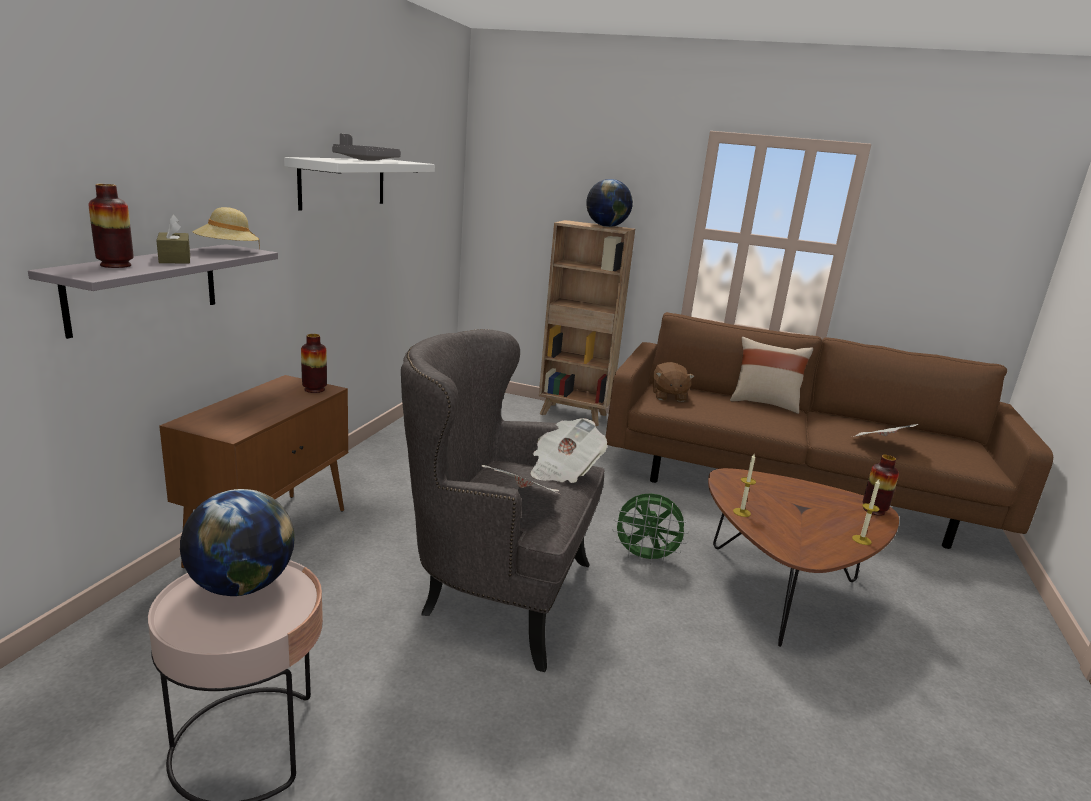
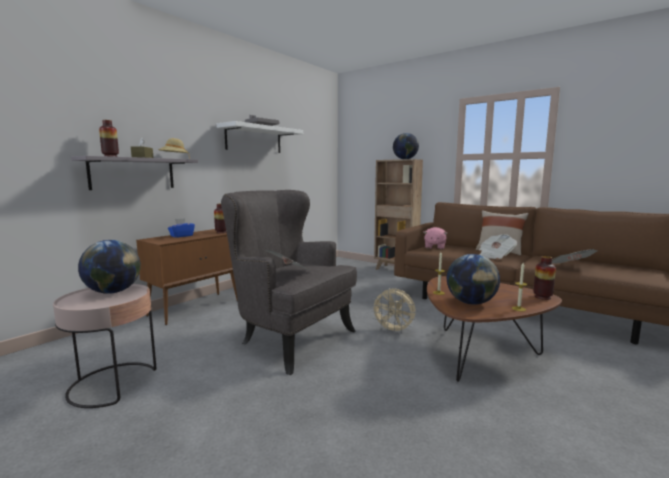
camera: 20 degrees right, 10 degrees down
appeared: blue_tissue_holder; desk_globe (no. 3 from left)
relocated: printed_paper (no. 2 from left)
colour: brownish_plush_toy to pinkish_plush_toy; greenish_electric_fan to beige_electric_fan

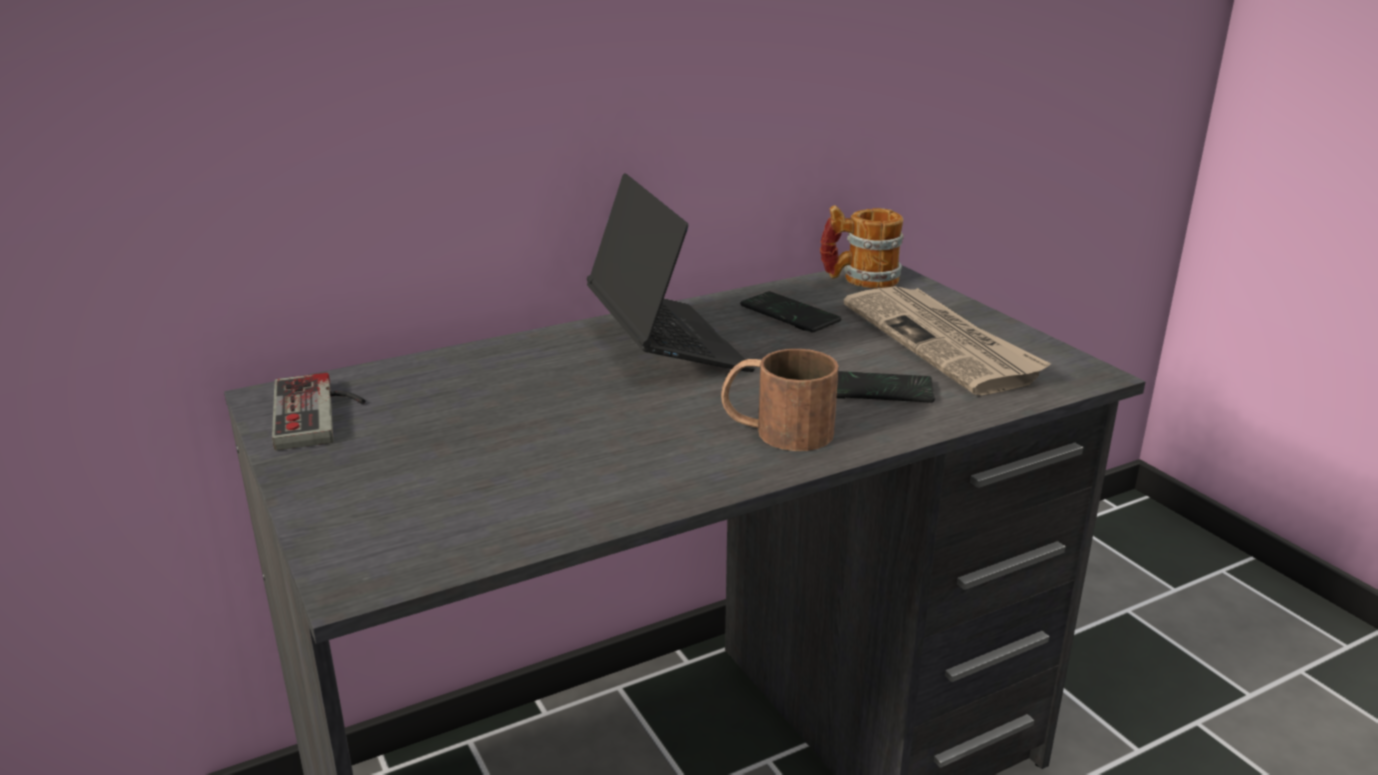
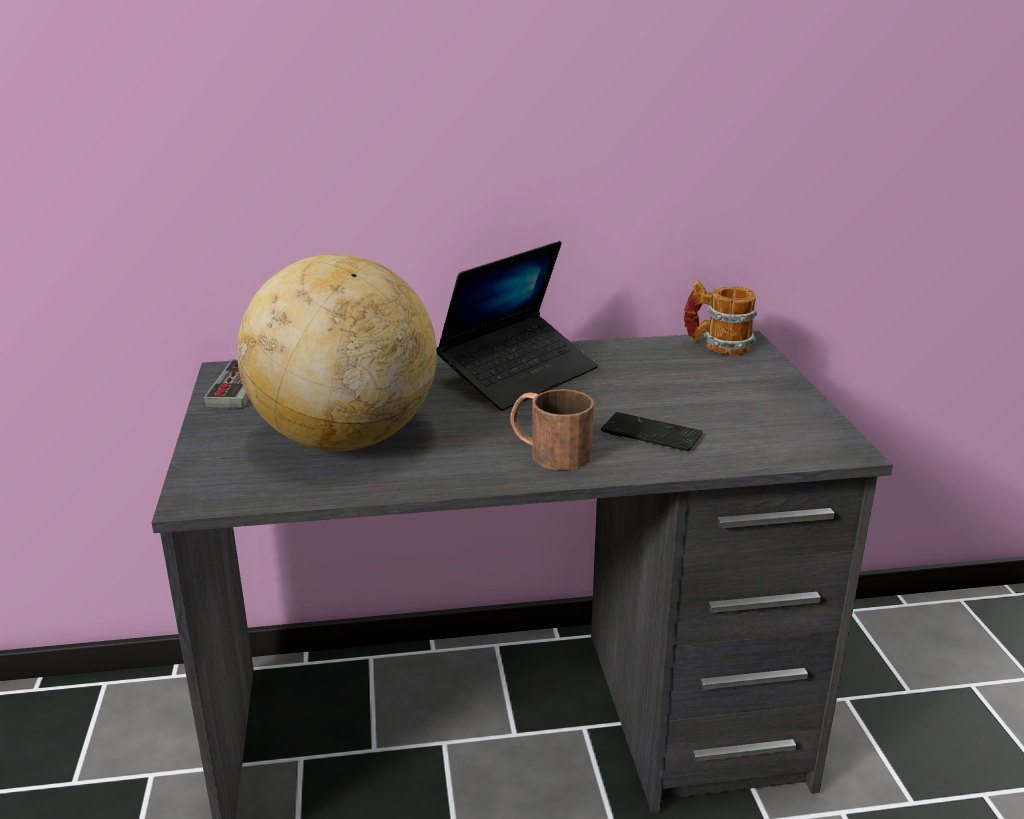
camera: 20 degrees right, 0 degrees up
missing: printed_paper; telephone (no. 1 from left)
appeared: desk_globe
spun: laptop 45 degrees clockwise

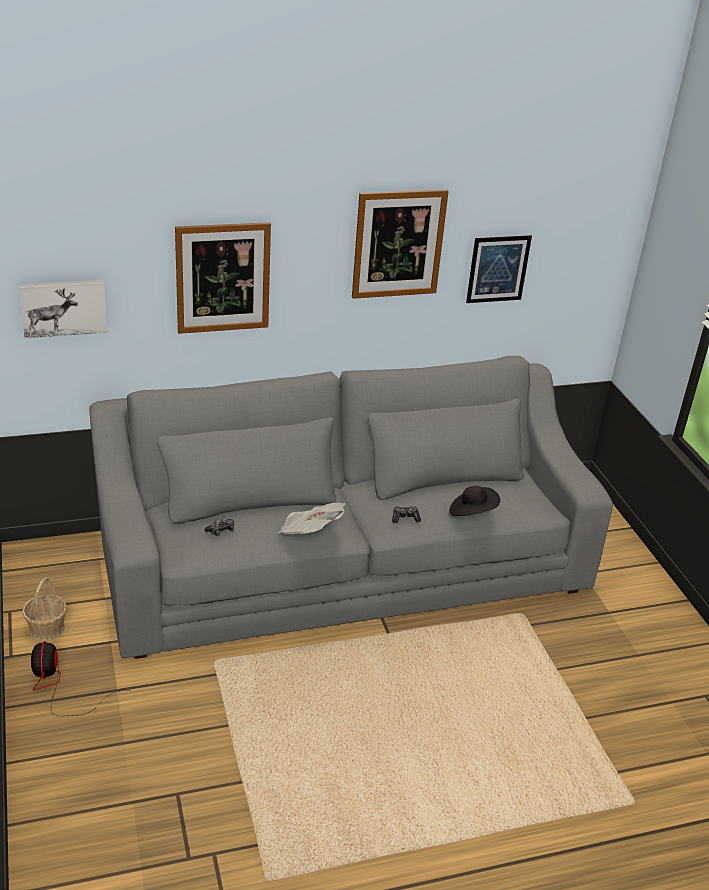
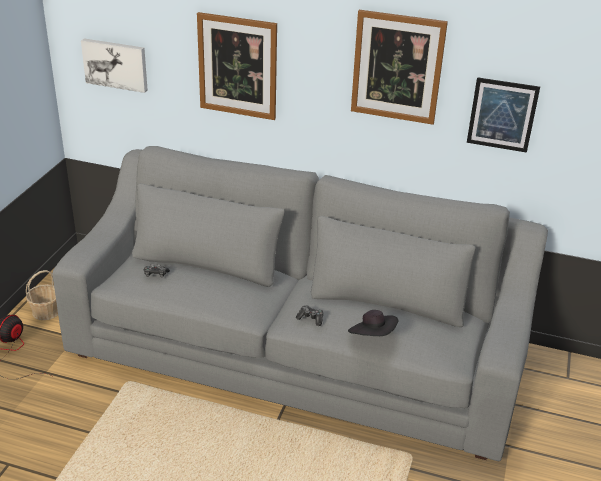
camera: 35 degrees right, 0 degrees up
missing: printed_paper

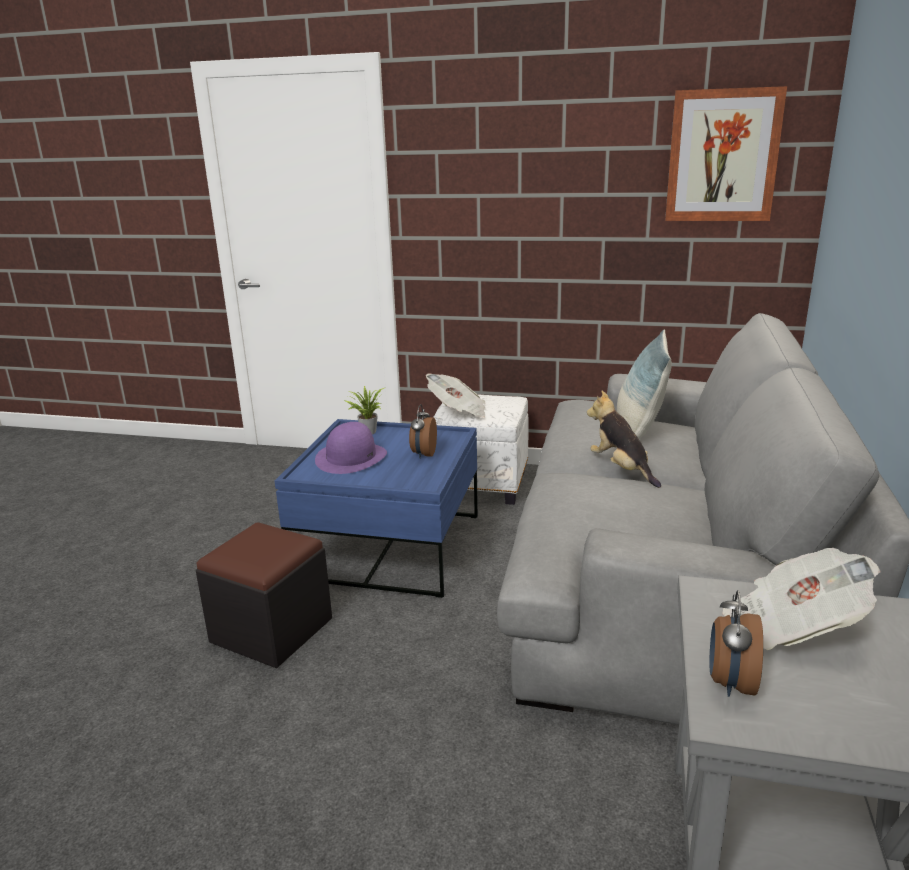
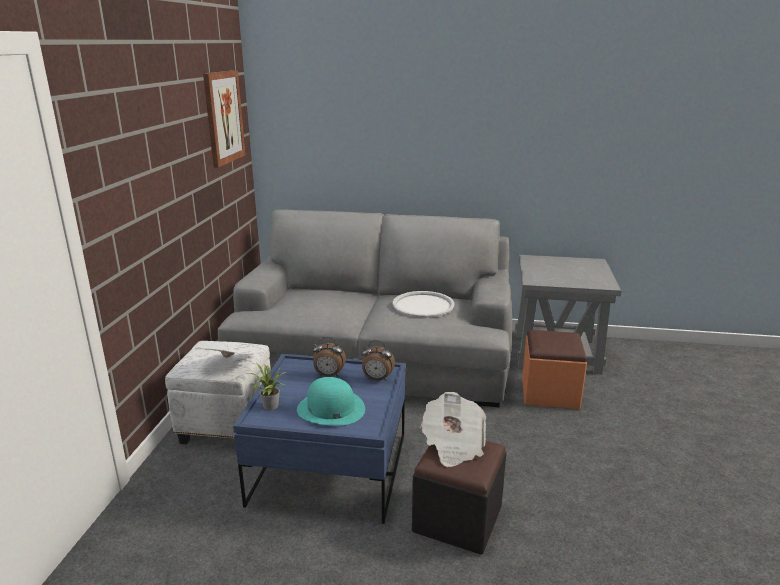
camera: 95 degrees left, 0 degrees up
missing: pillow; plush_toy
appeared: white-coloured_carrying_tray; orange_footrest
relocated: printed_paper (no. 2 from left); alarm_clock (no. 2 from left)
colour: purplish_hat to turquoise-coloured_hat

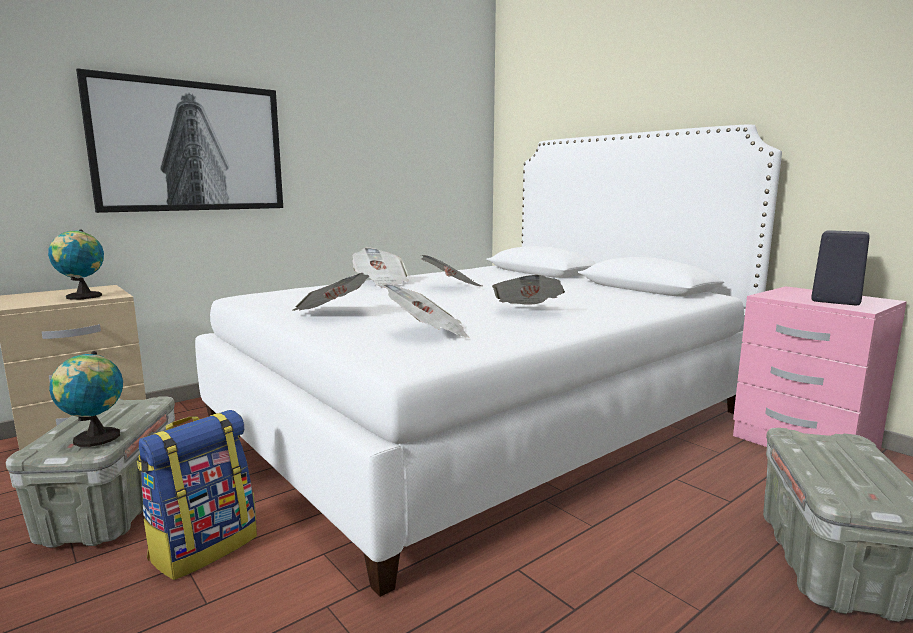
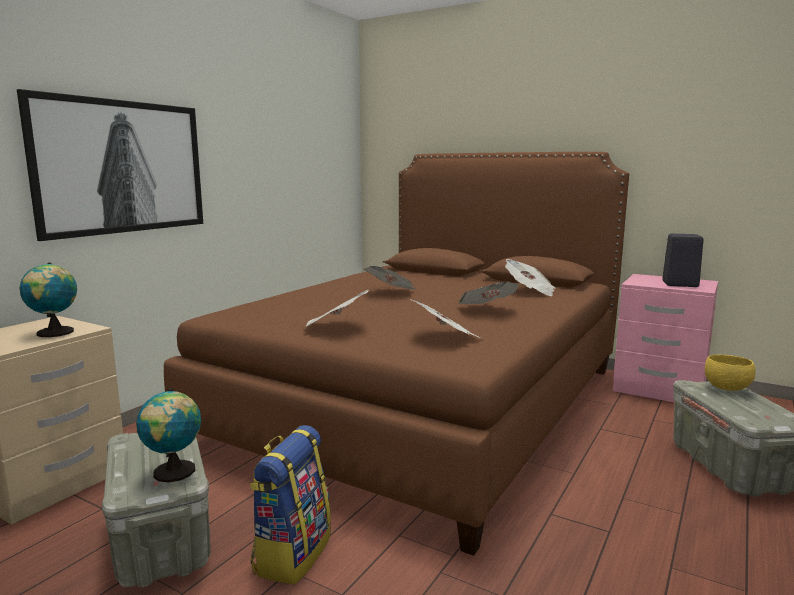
camera: 20 degrees left, 0 degrees up
appeared: yellow_bowl
relocated: printed_paper (no. 2 from left in the first image) to printed_paper (no. 5 from left)
colour: white-coloured_sleeping_bed to brownish_sleeping_bed

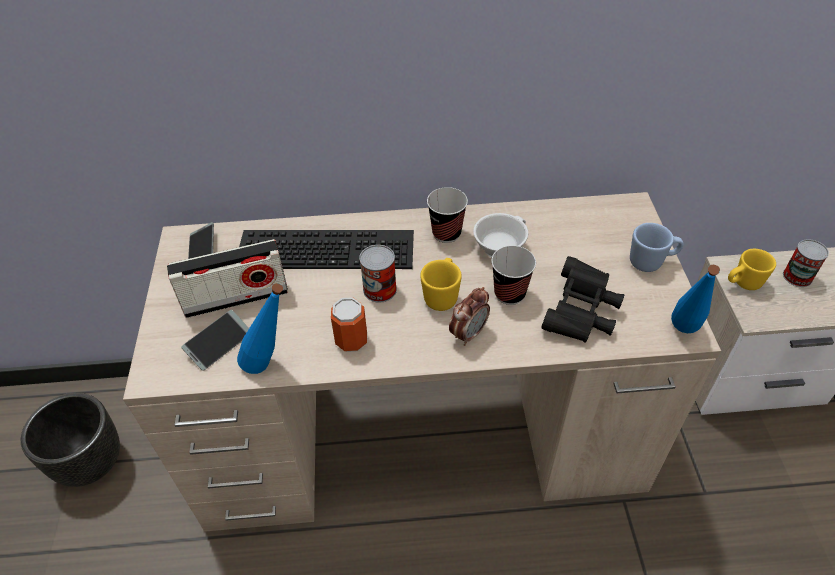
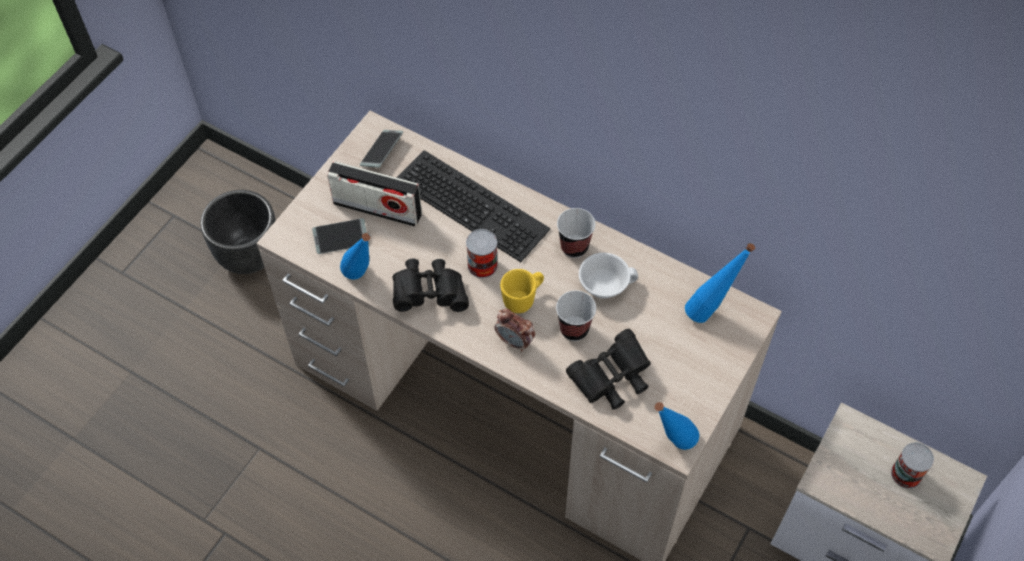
camera: 35 degrees right, 10 degrees up
missing: blue_tea_mug; yellow_tea_mug (no. 2 from left)
appeared: blue_beverage_bottle (no. 3 from left)
exchanged: metal_can (no. 1 from left) to blackish_field_glasses (no. 1 from left)
spun: alarm_clock 45 degrees clockwise

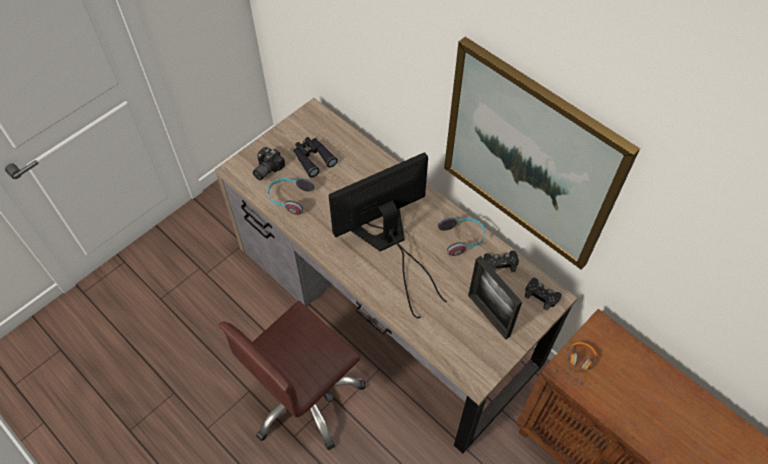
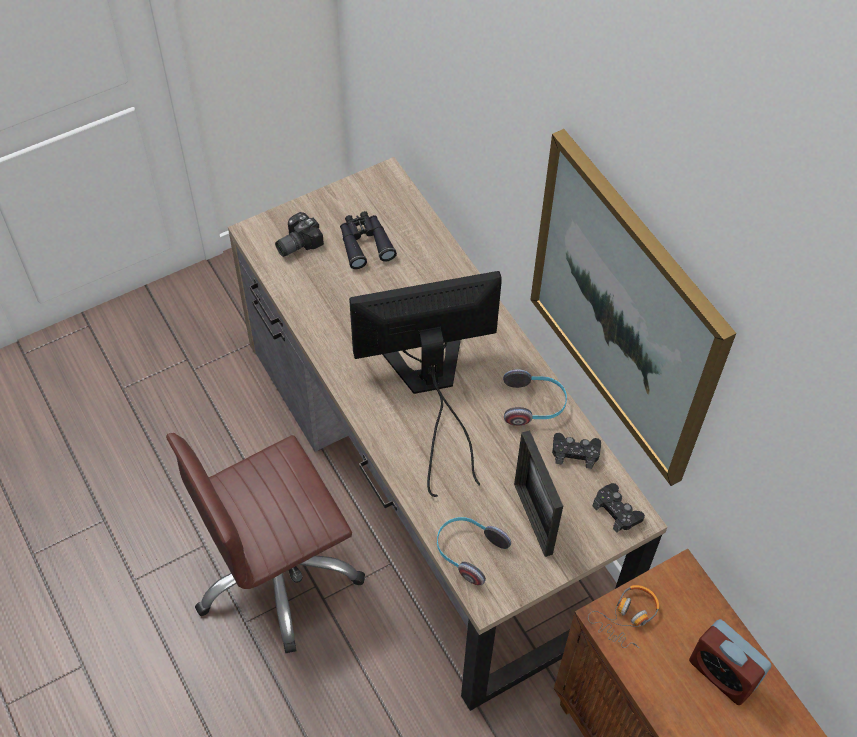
camera: 15 degrees right, 0 degrees up
appeared: alarm_clock
relocated: pair_of_headphones (no. 1 from left)

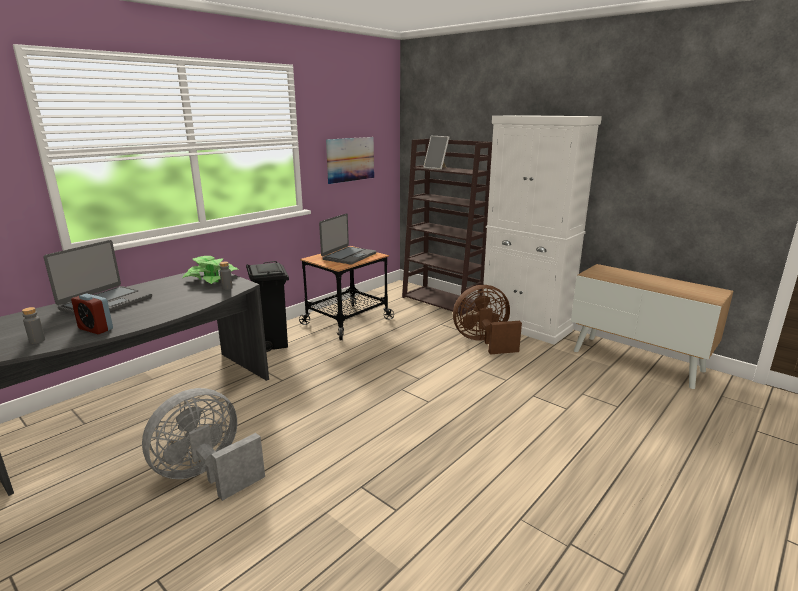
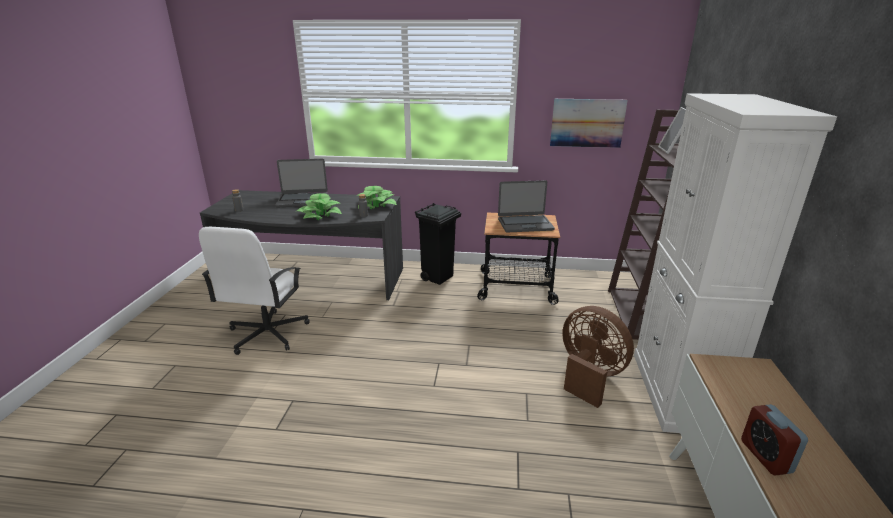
camera: 55 degrees right, 5 degrees up
appeared: plant_in_a_pot (no. 1 from left)
relocated: alarm_clock
exchanged: gray_electric_fan to white-coloured_desk_chair

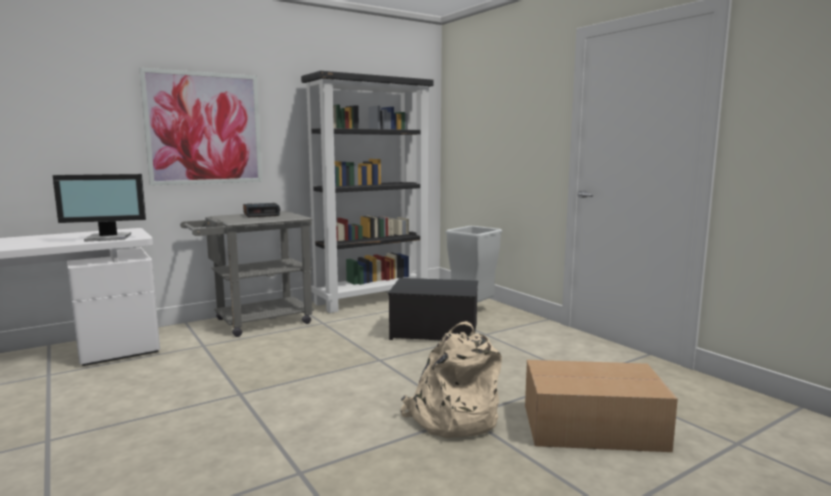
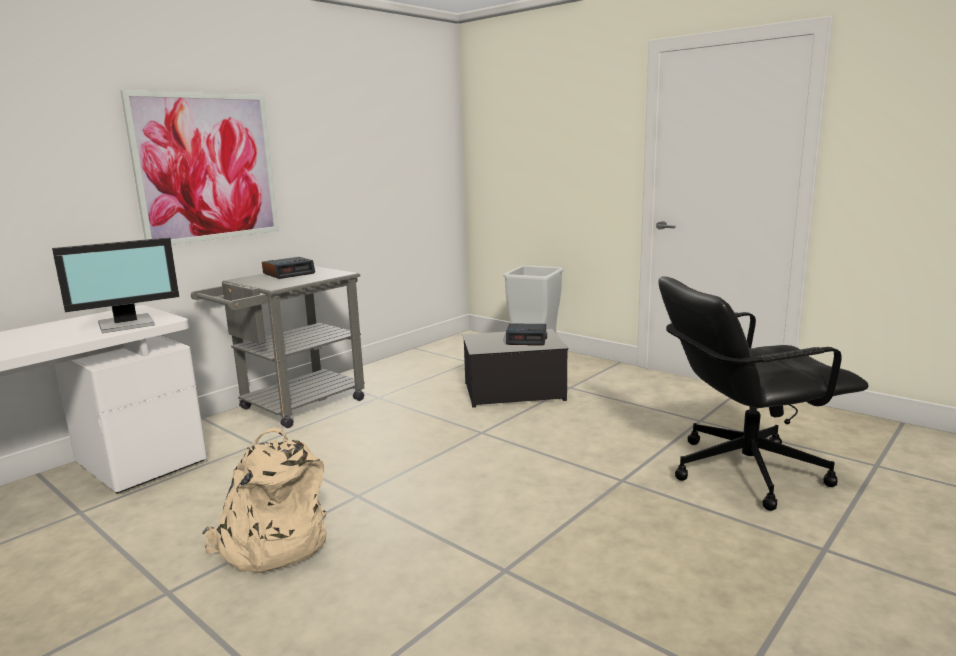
camera: 15 degrees left, 5 degrees up
missing: blackish_bookshelf
appeared: alarm_clock (no. 2 from left)
relocated: beige_rucksack
exchanged: cardboard_box to blackish_desk_chair

